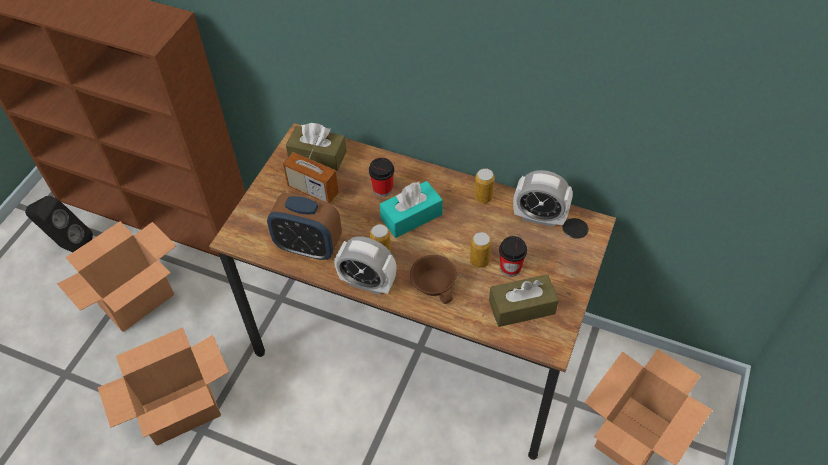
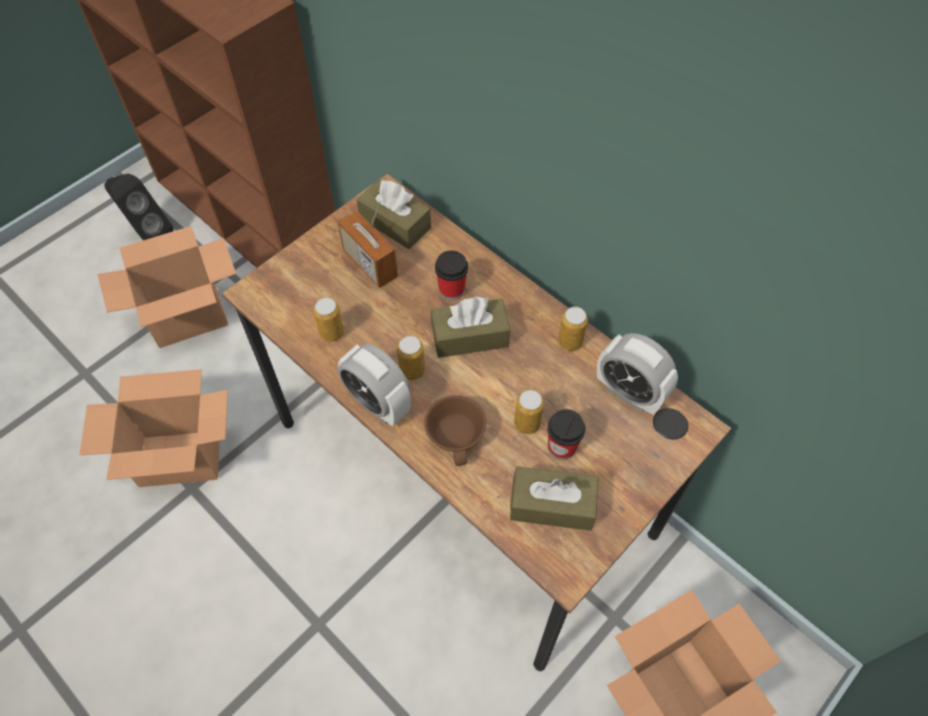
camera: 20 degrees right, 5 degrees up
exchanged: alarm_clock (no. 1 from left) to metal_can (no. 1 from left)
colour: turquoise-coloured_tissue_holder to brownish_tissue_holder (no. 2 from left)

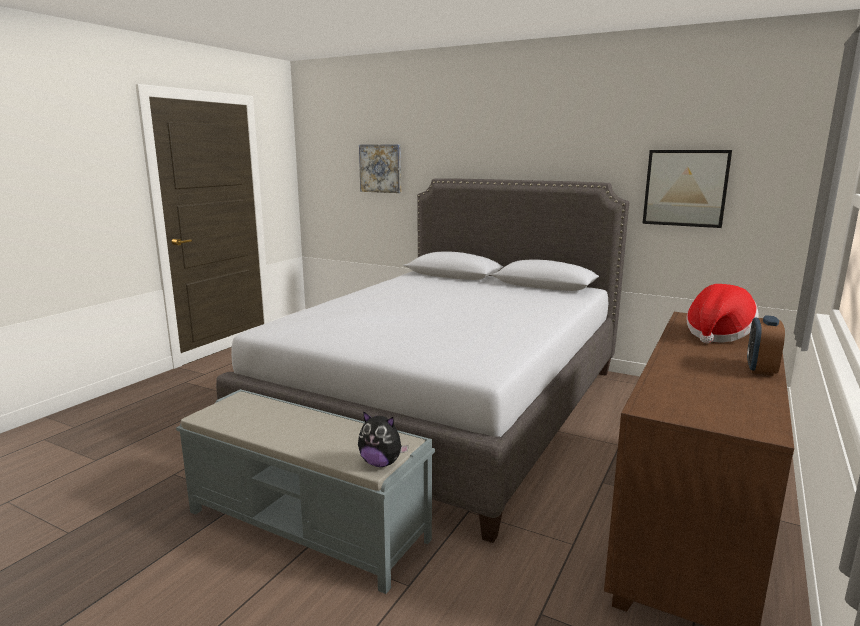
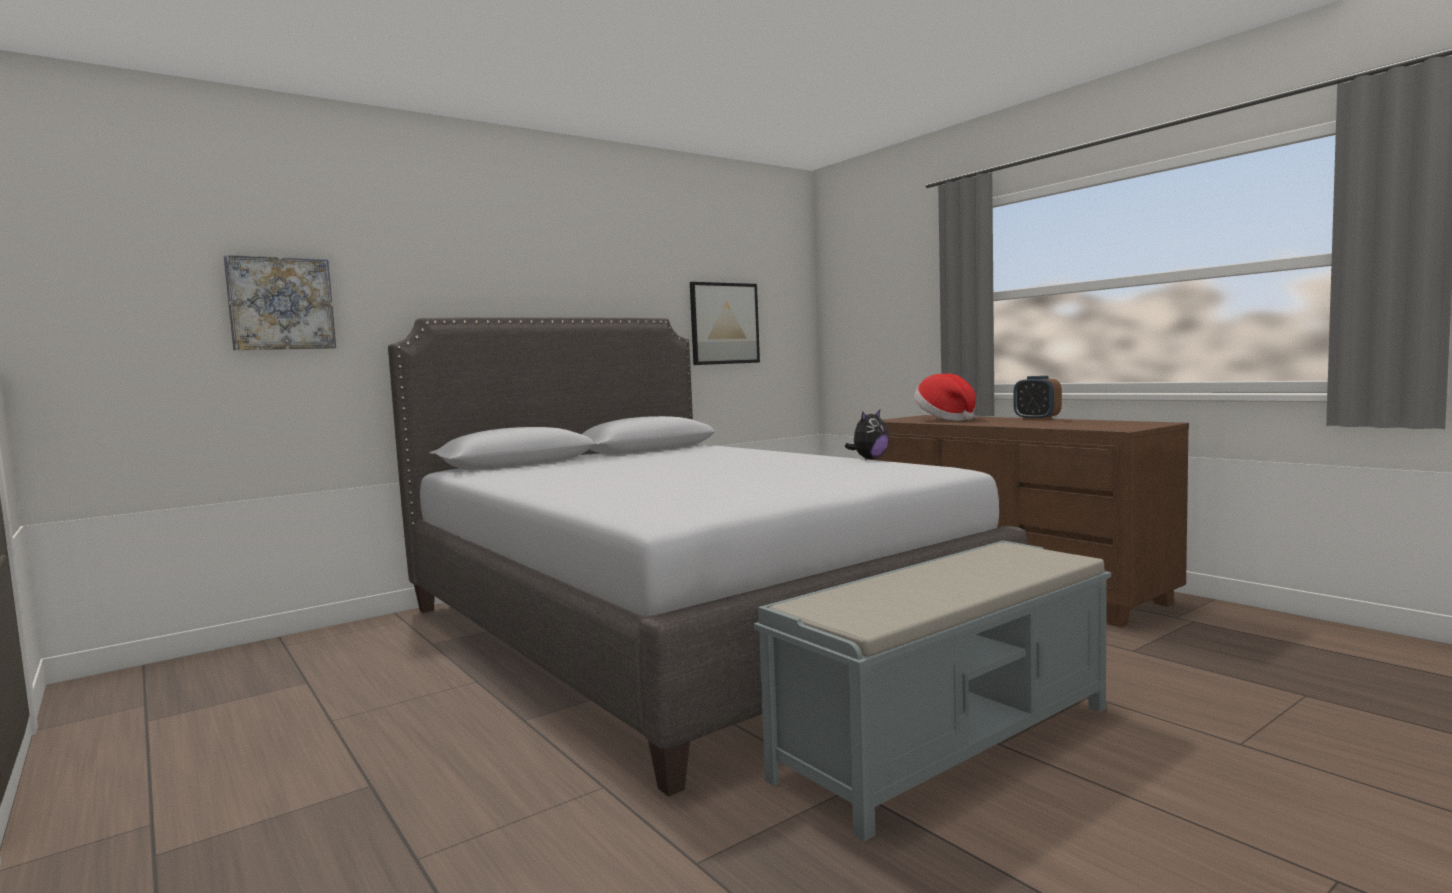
camera: 65 degrees left, 10 degrees down
relocated: plush_toy

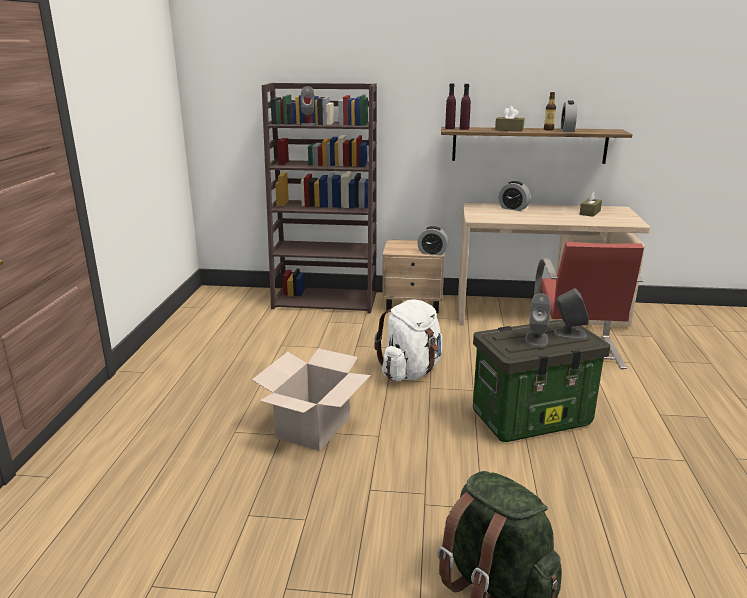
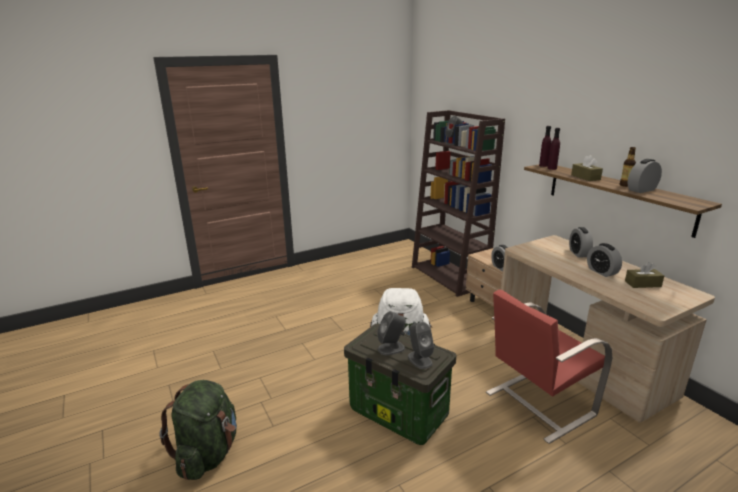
camera: 55 degrees right, 0 degrees up
missing: cardboard_box
appeared: alarm_clock (no. 3 from left)

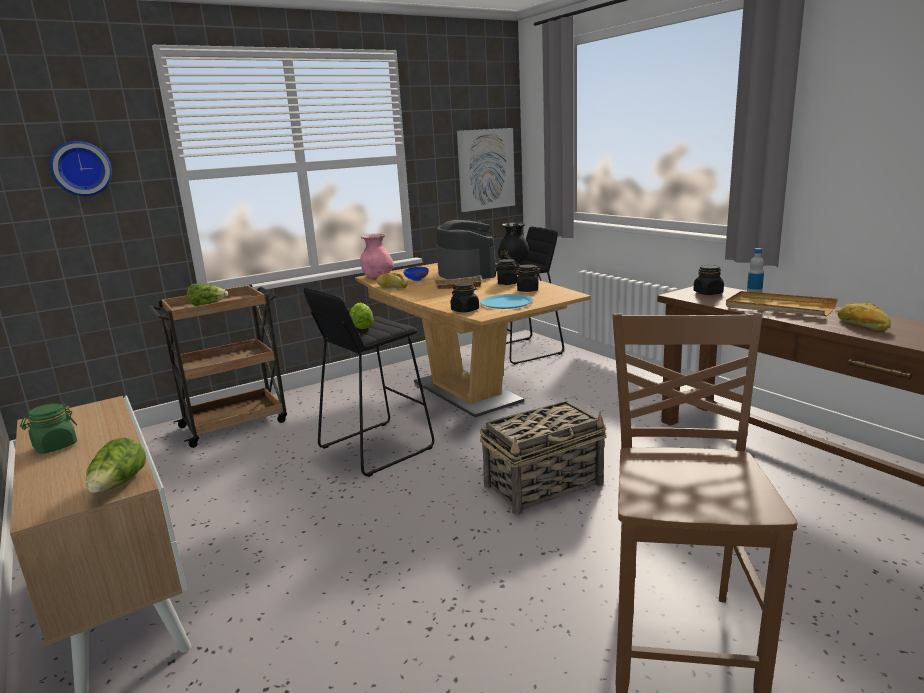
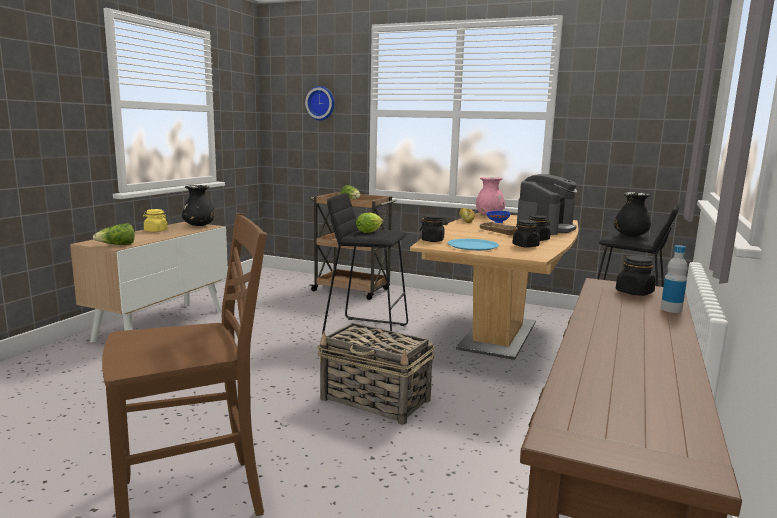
camera: 55 degrees right, 5 degrees down
missing: wall_picture; beige_carrying_tray (no. 2 from left); bread (no. 2 from left)
appeared: blackish_decorative_vase (no. 1 from left)
colour: greenish_jar to yellow_jar

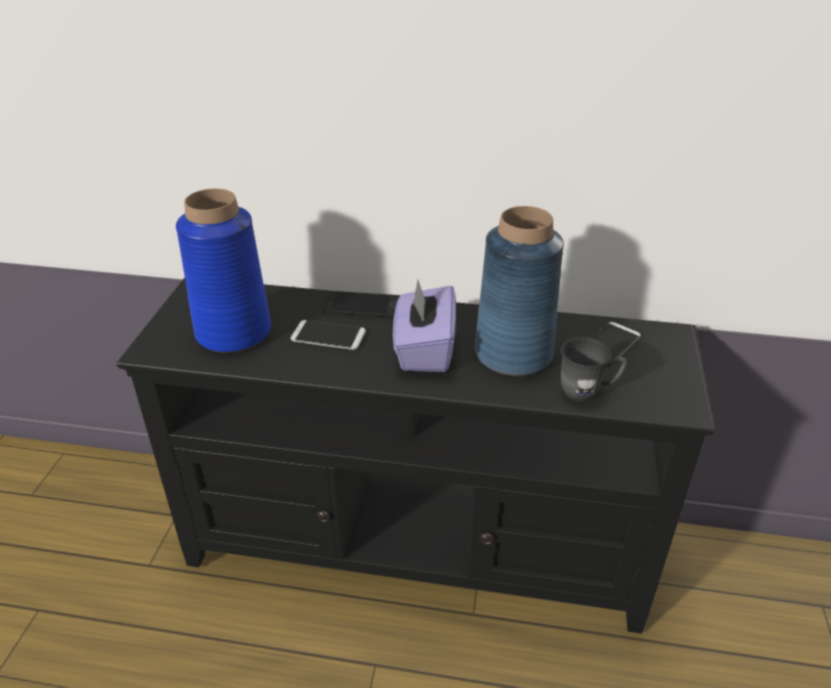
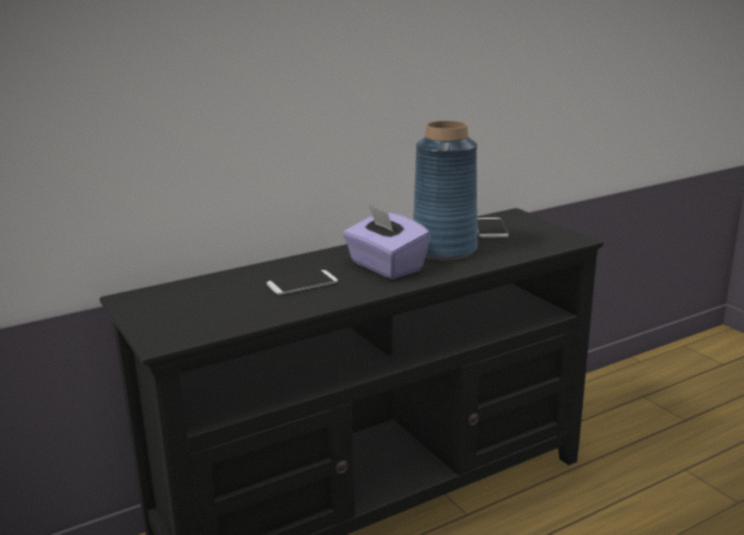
camera: 40 degrees left, 15 degrees down
missing: blue_decorative_vase (no. 1 from left); telephone (no. 2 from left); gray_tea_mug

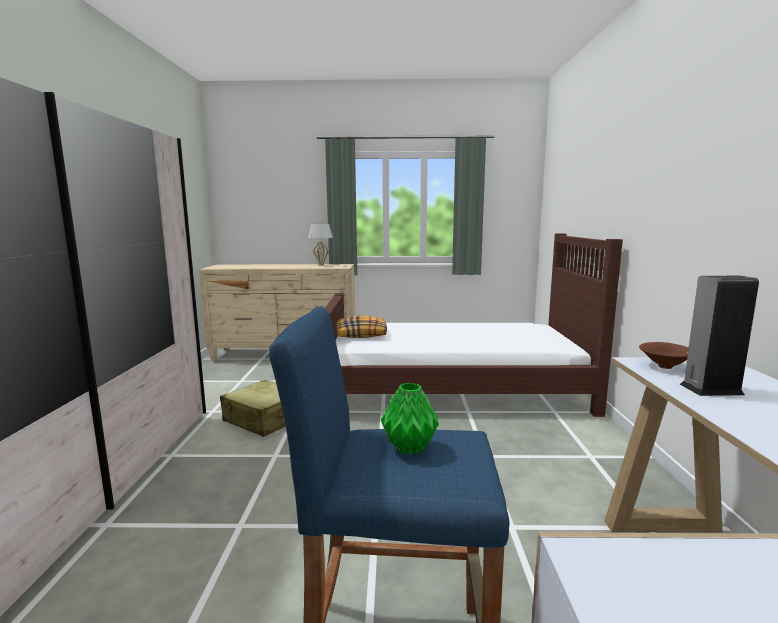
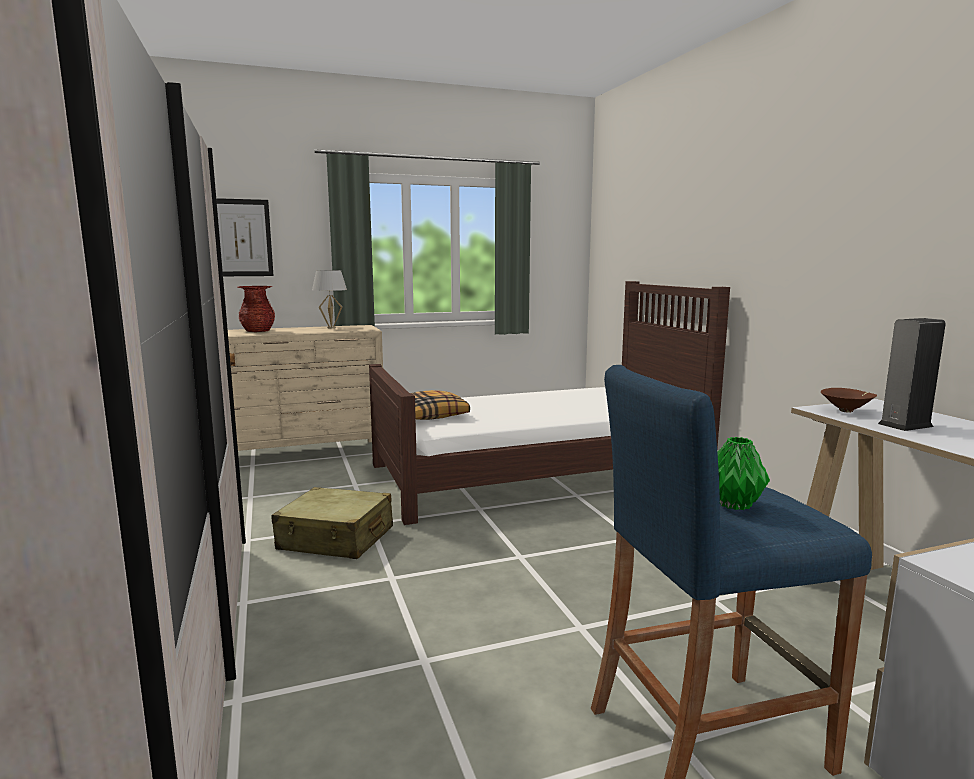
camera: 20 degrees left, 0 degrees up
appeared: wall_picture; reddish_decorative_vase

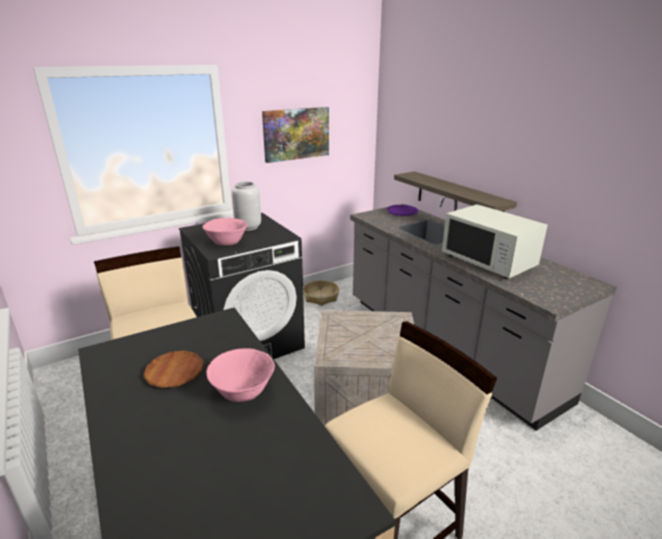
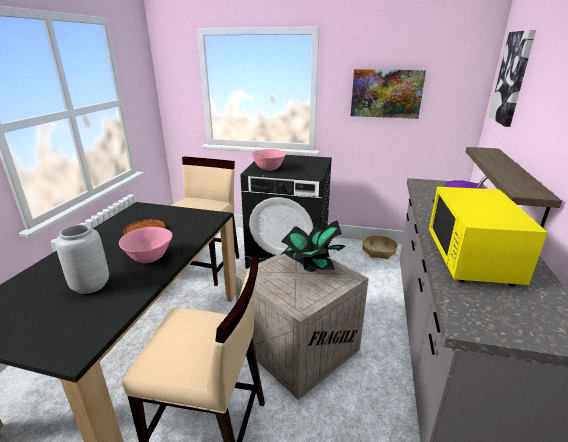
camera: 45 degrees right, 0 degrees up
appeared: wall_picture (no. 2 from left); plant_in_a_pot
relocated: gray_decorative_vase
colour: white-coloured_microwave_oven to yellow_microwave_oven

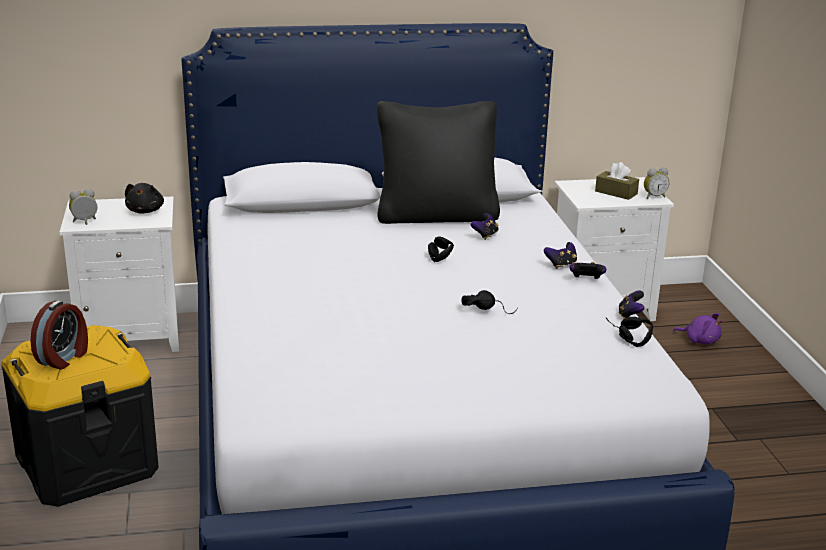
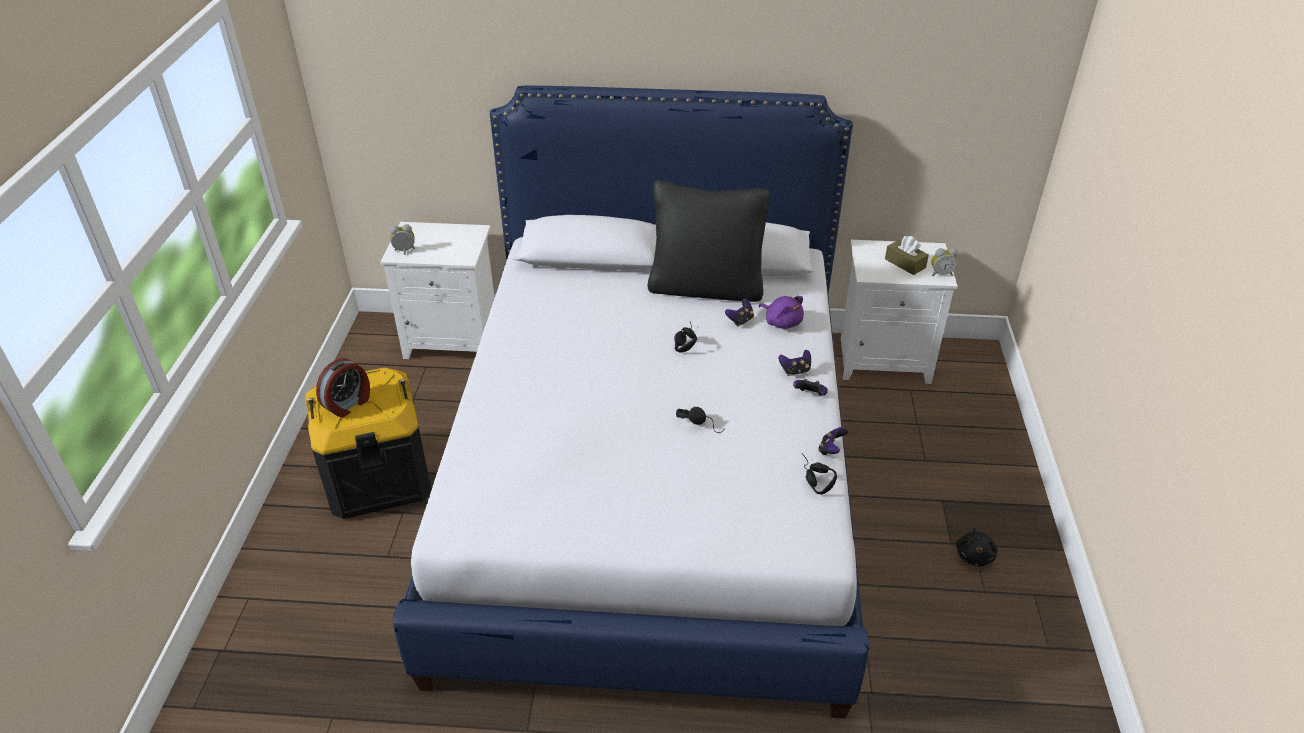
camera: 15 degrees right, 15 degrees up
relocated: blackish_plush_toy; purplish_plush_toy

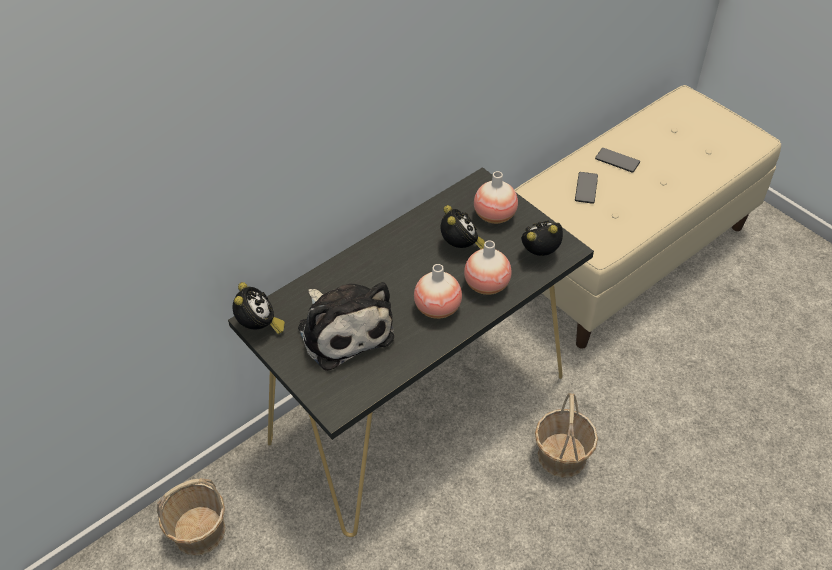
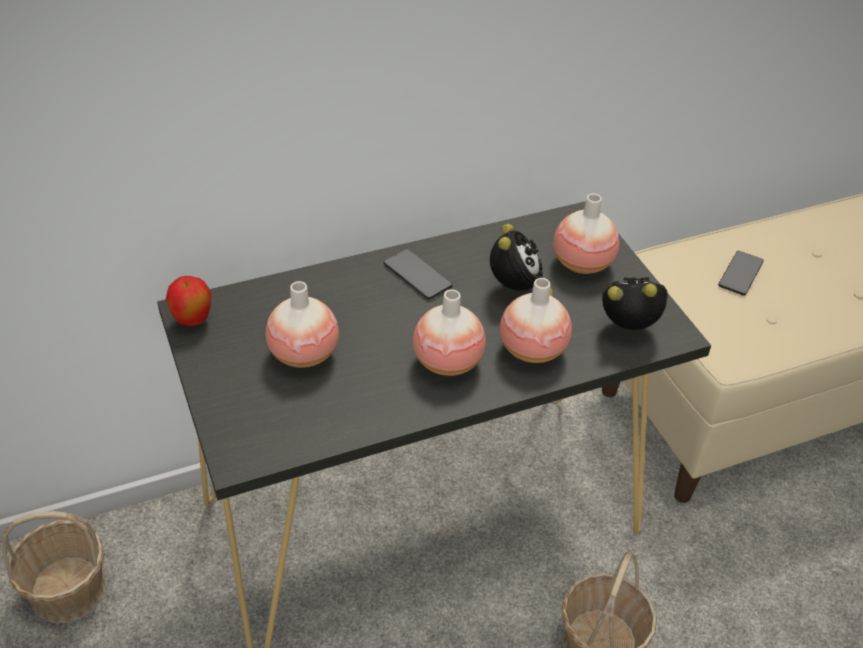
camera: 15 degrees right, 5 degrees down
relocated: telephone (no. 2 from left in the first image) to telephone (no. 1 from left)
exchanged: alarm_clock (no. 1 from left) to apple; plush_toy to decorative_vase (no. 1 from left)

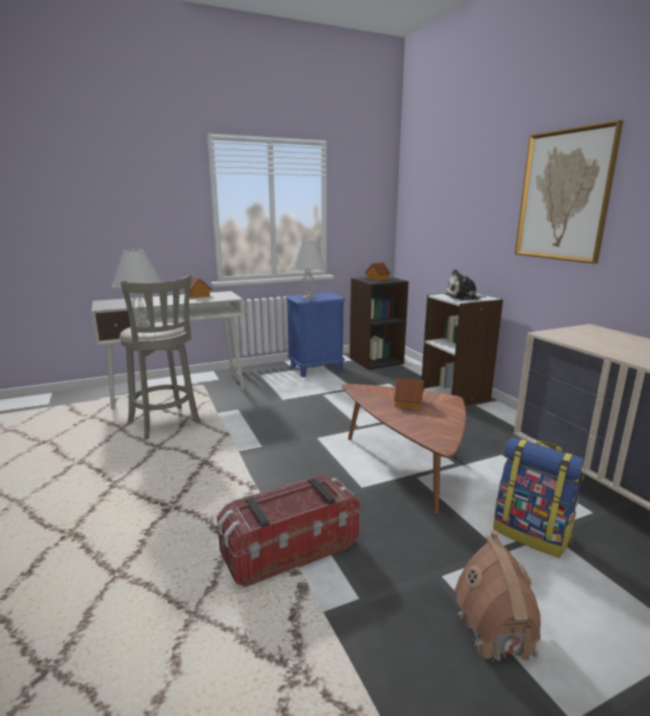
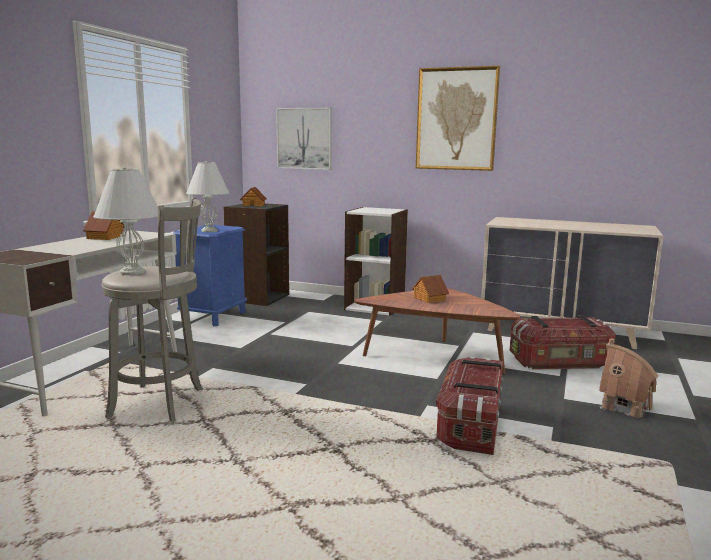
camera: 45 degrees left, 5 degrees down
missing: plush_toy
appeared: wall_picture (no. 1 from left)
exchanged: rucksack to storage_container (no. 2 from left)

